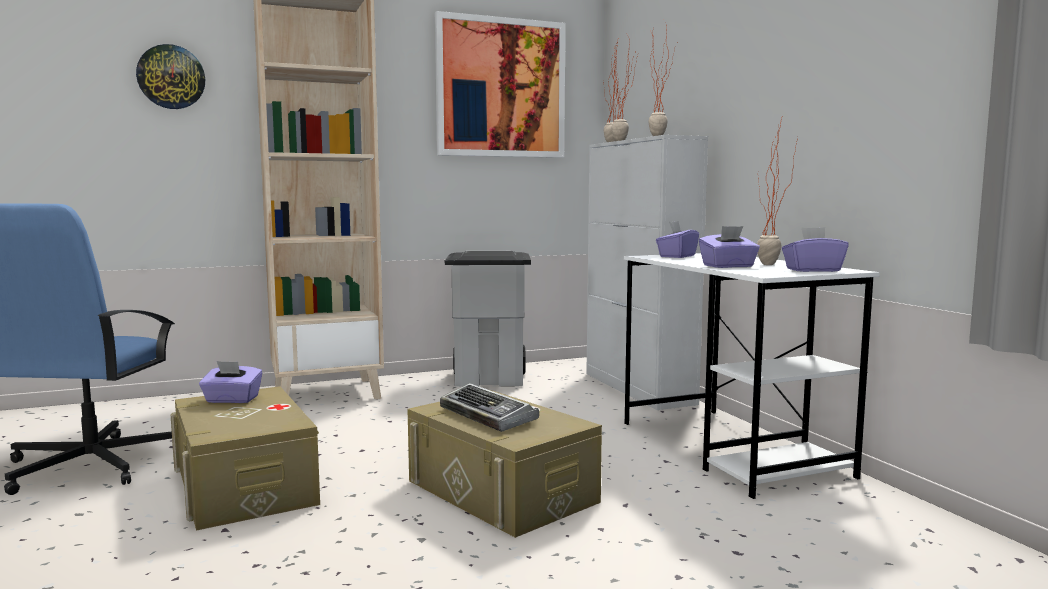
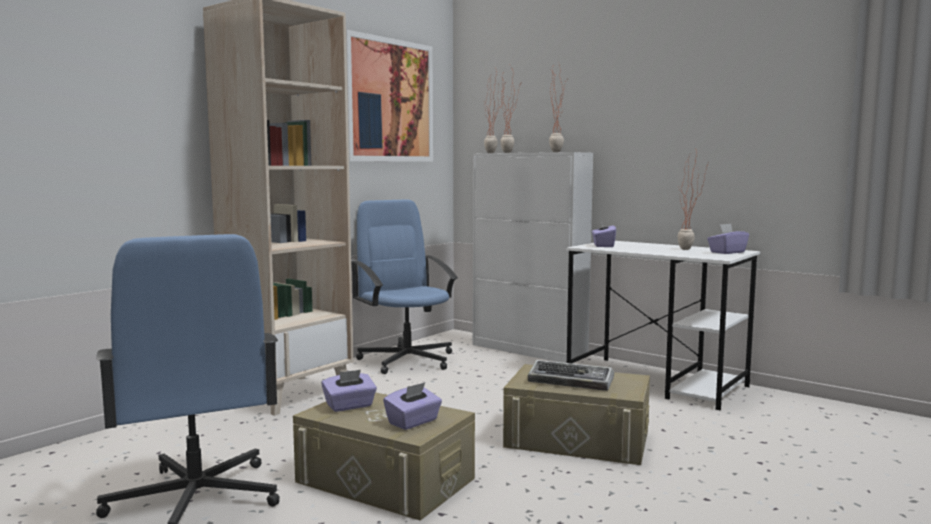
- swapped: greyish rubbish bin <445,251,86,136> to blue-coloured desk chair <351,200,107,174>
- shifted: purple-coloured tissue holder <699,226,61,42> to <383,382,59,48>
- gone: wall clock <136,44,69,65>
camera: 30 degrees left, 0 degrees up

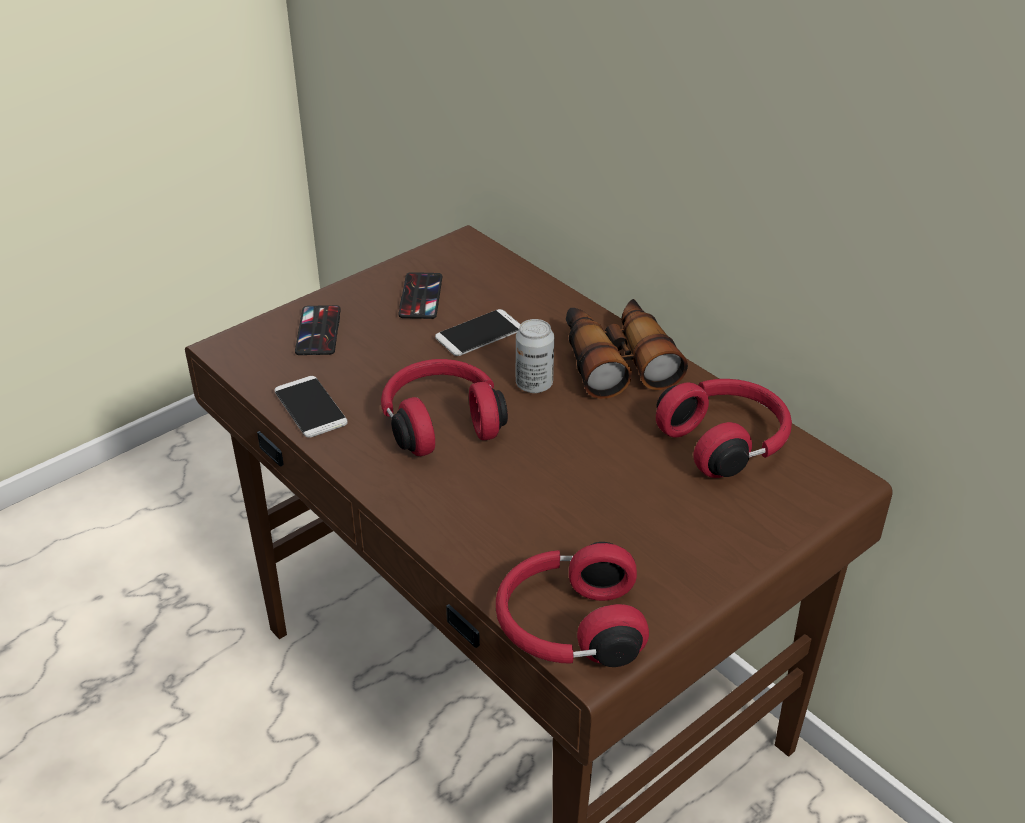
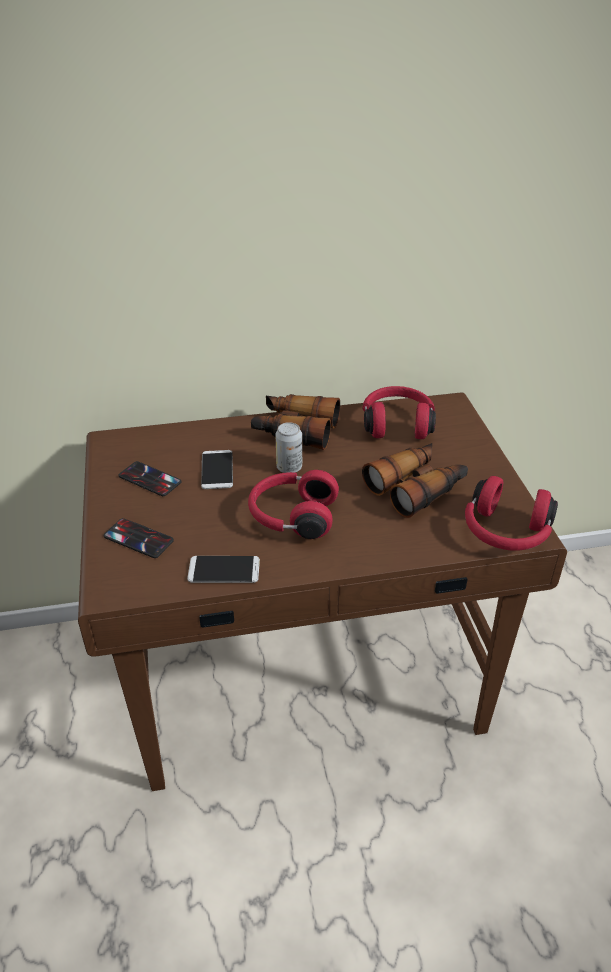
- new: field glasses <362,443,106,75>
camera: 60 degrees left, 0 degrees up

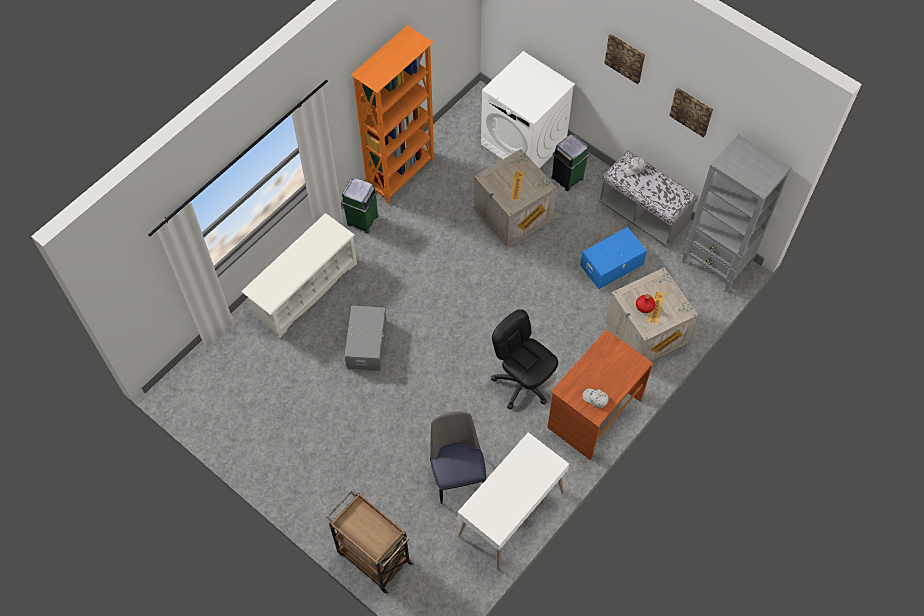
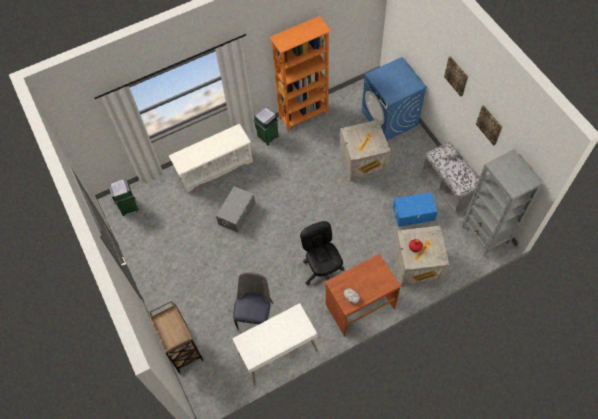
- shifted: greenish rubbish bin <551,134,39,57> to <108,179,31,37>
- repainted: whitish laundry appliance <481,51,94,117> to blue-coloured laundry appliance <362,57,65,84>
camera: 25 degrees right, 0 degrees up

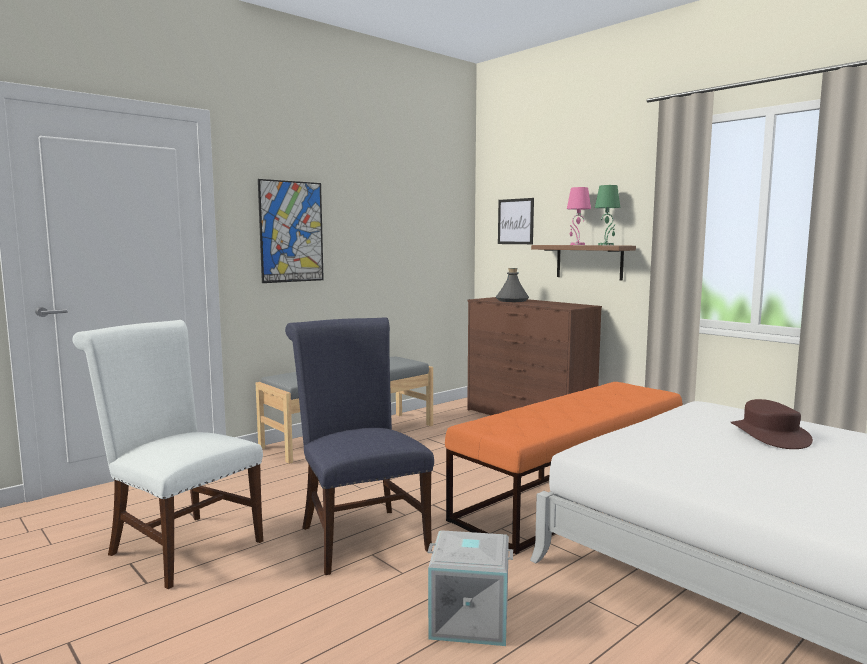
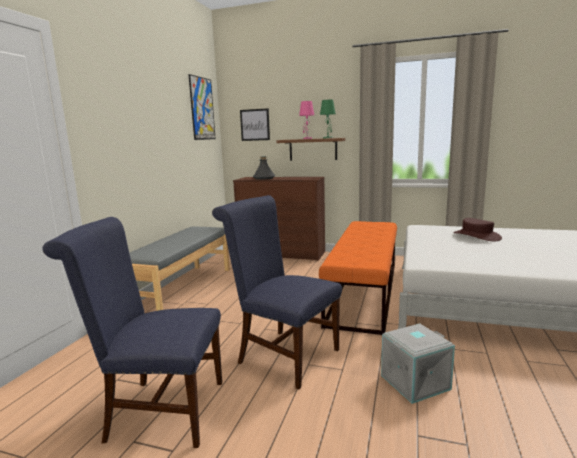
- repainted: whitish upright chair <72,320,191,269> to blue-coloured upright chair <42,217,180,231>
- shifted: wall art <258,179,66,104> to <188,74,28,66>
camera: 30 degrees left, 5 degrees up

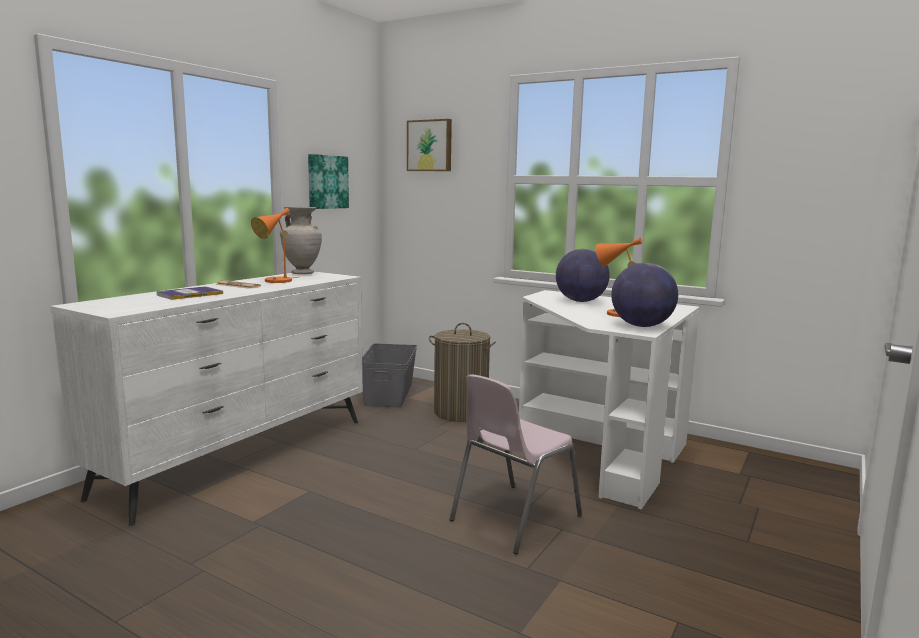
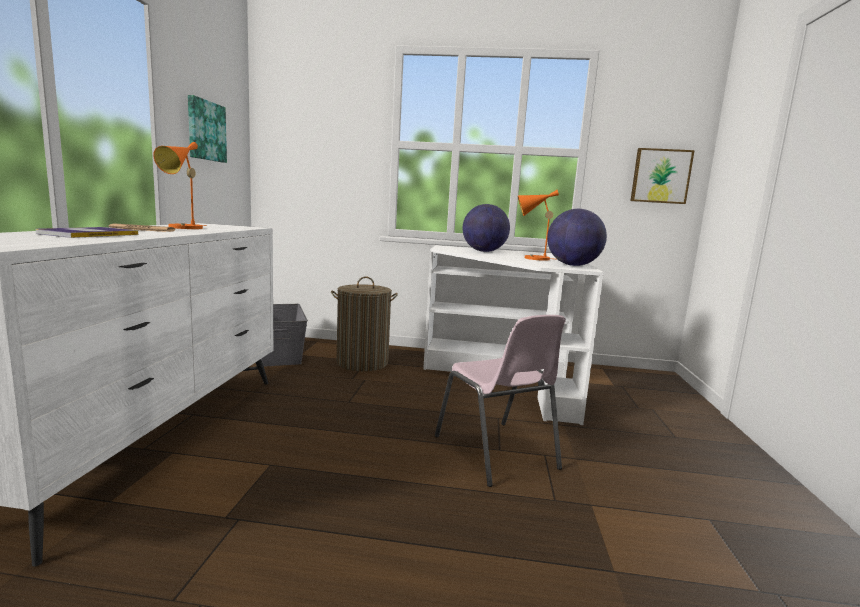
- rotated: pink upright chair <449,374,133,180> = <435,315,131,172> 45 degrees counterclockwise
- shifted: wall art <407,119,45,52> to <630,148,65,56>
- gone: beige flower vase <281,207,41,67>
camera: 25 degrees left, 0 degrees up

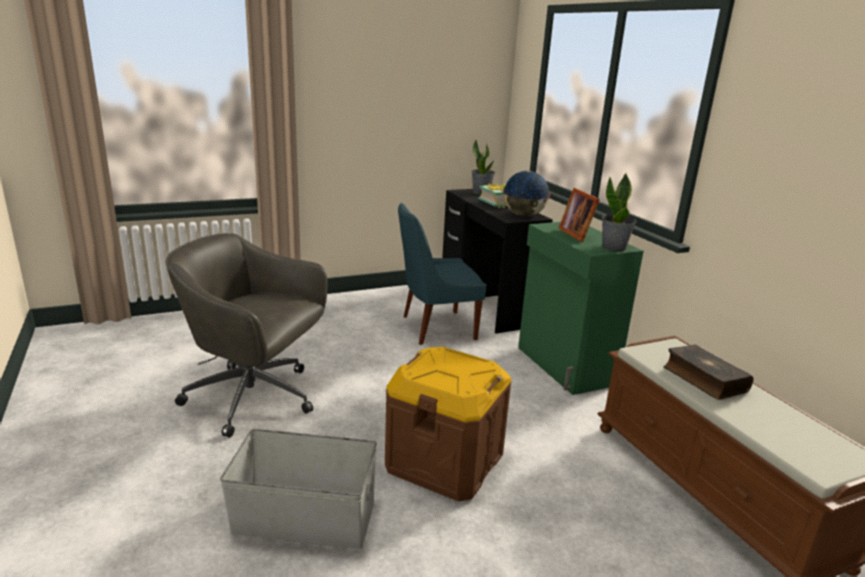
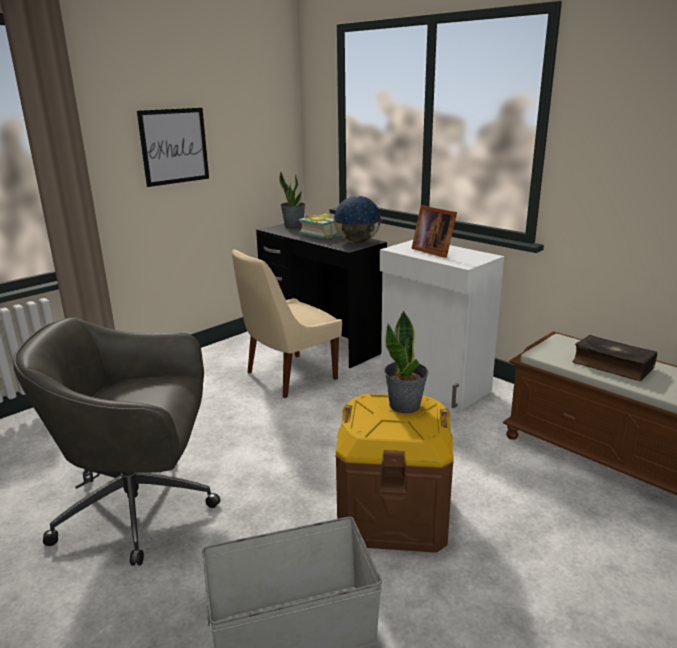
- new: wall art <137,108,72,79>
- repainted: blue-coloured upright chair <398,203,88,142> to beige upright chair <232,249,110,149>
- repainted: greenish cabinet <518,222,126,173> to whitish cabinet <380,240,124,171>
- shifted: plant in a pot <602,173,34,78> to <384,310,44,103>
camera: 20 degrees left, 0 degrees up

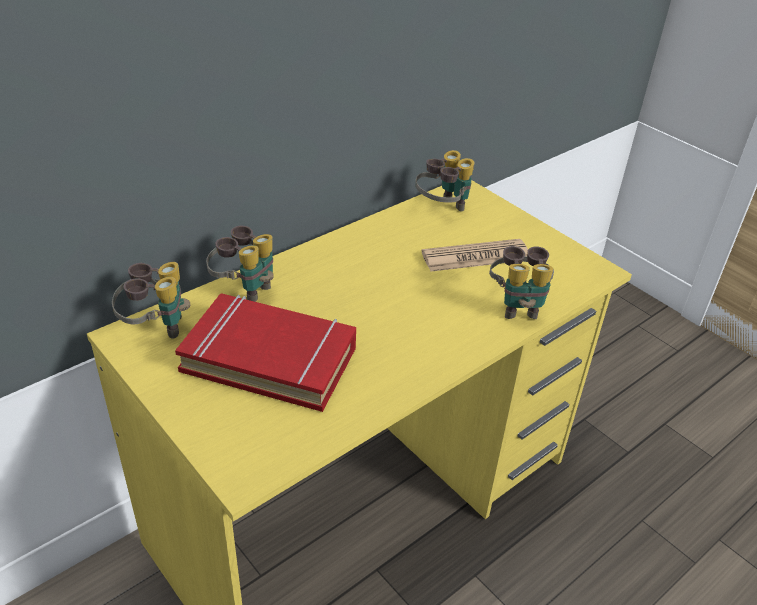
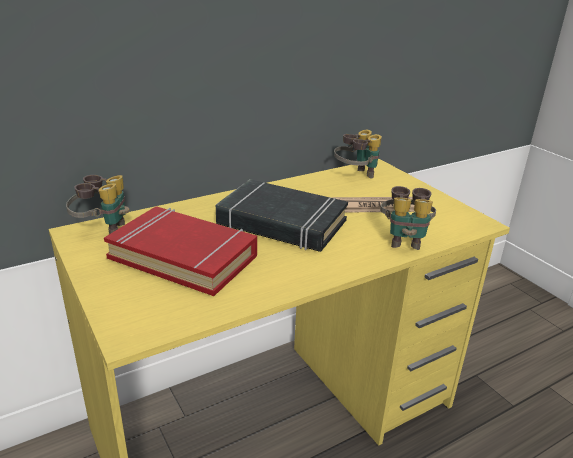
- new: black volume <216,179,132,73>
- gone: field glasses <206,226,68,76>
camera: 10 degrees right, 10 degrees down

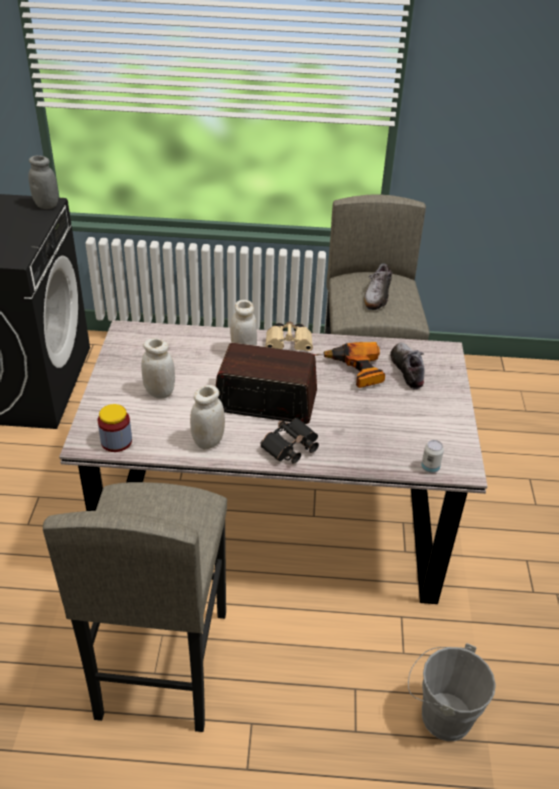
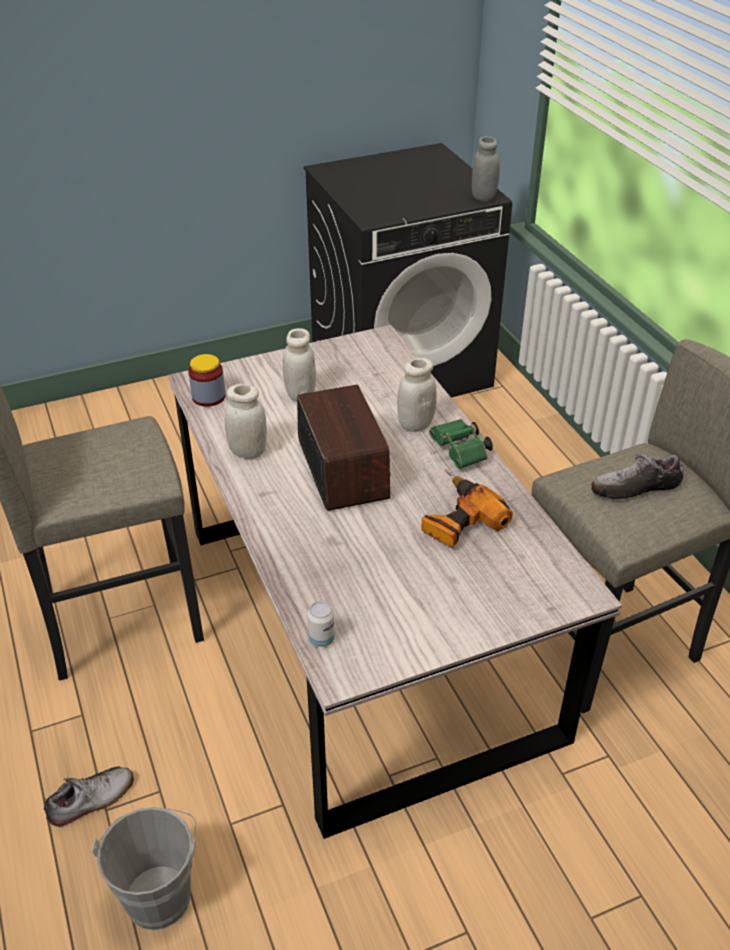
- shifted: item of footwear <390,342,35,48> to <44,766,90,62>
- repainted: beige field glasses <265,321,48,30> to greenish field glasses <429,419,64,50>
- gone: black field glasses <260,418,59,46>
camera: 65 degrees right, 0 degrees up

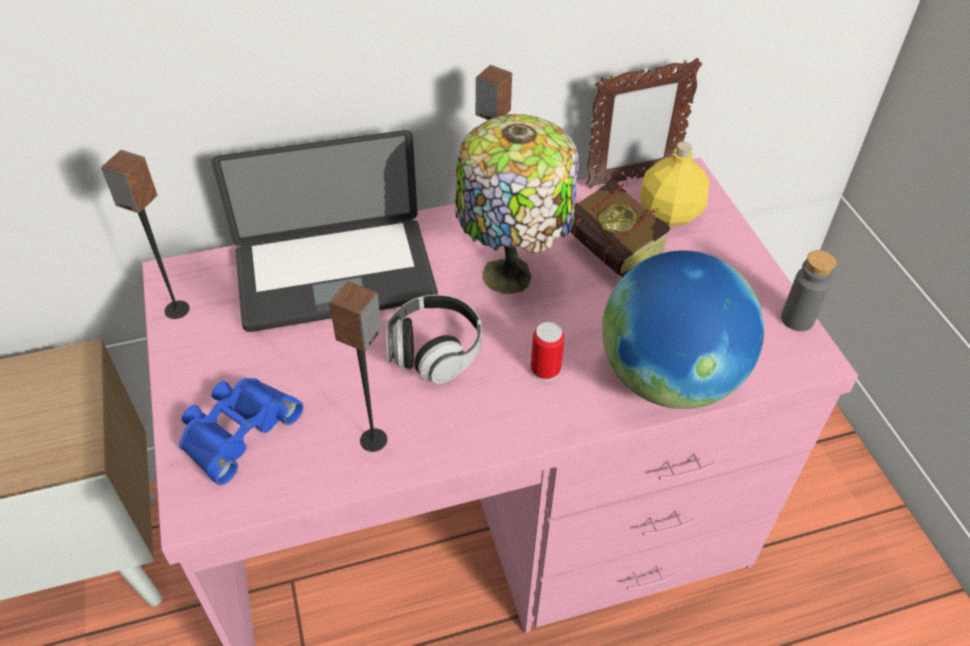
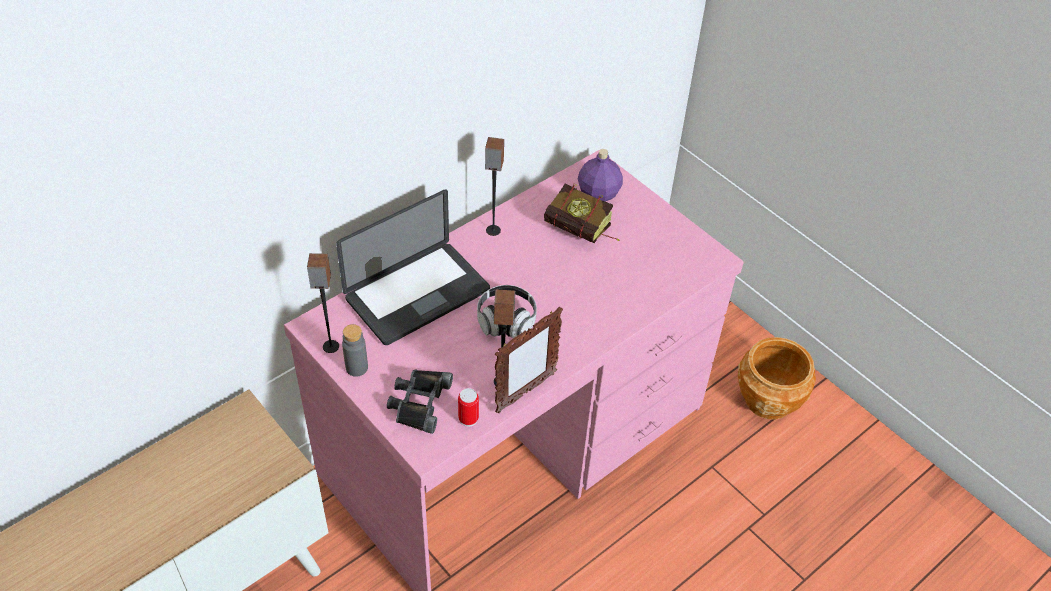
- shifted: greyish drink bottle <781,250,55,81> to <342,324,26,53>
- repainted: blue-coloured field glasses <179,378,124,107> to black field glasses <387,369,66,65>
- shifted: metal can <531,322,33,59> to <458,388,21,39>
- shifted: picture frame <586,58,116,131> to <495,307,68,106>
- repainted: yellowish drink bottle <640,142,69,84> to purple-coloured drink bottle <578,149,45,52>
- new: brown-coloured flower pot <738,337,78,83>
- gone: tabletop lamp <455,114,124,180>
- gone: desk globe <602,251,162,158>
camera: 25 degrees left, 0 degrees up

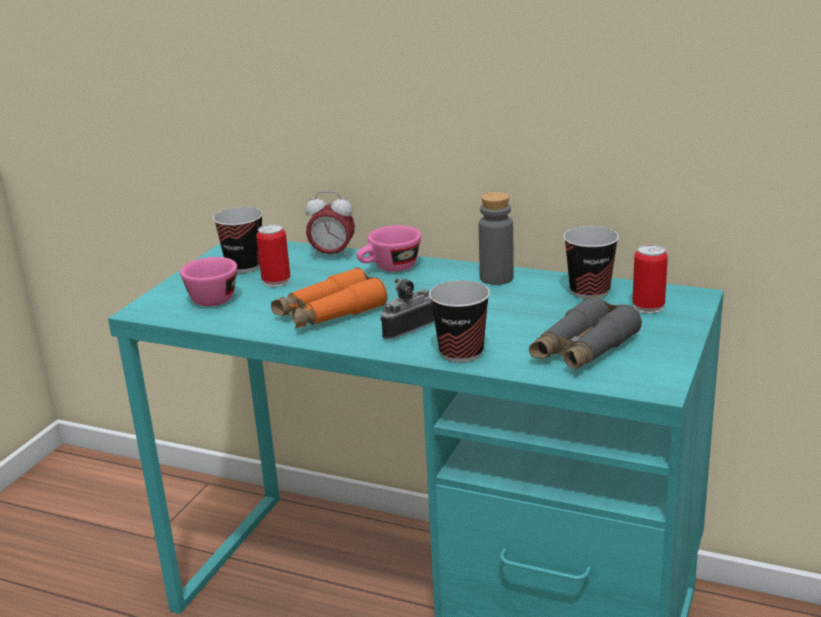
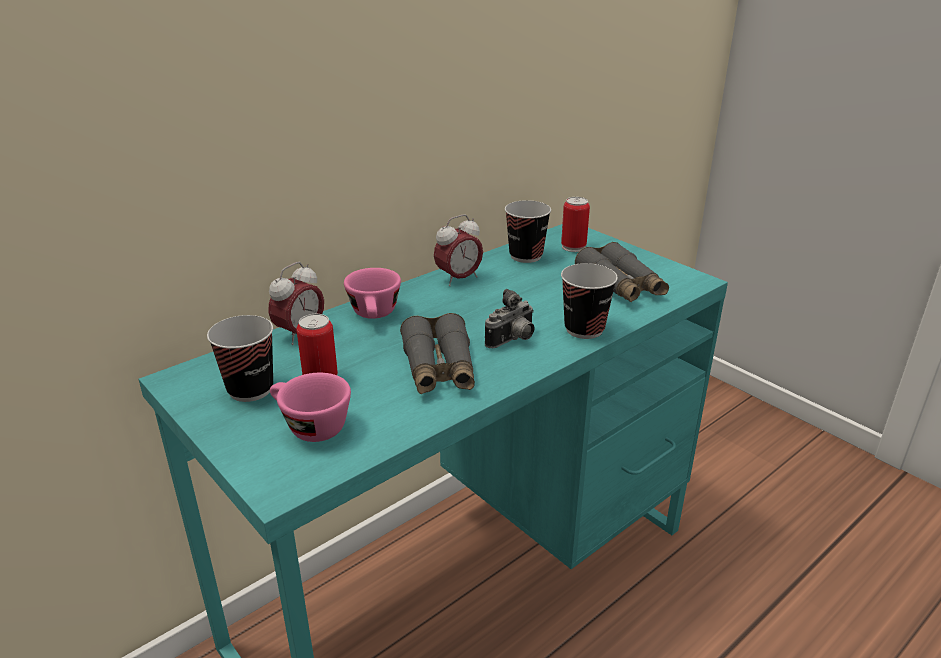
- repainted: orangey field glasses <271,267,116,61> to greyish field glasses <400,313,75,81>
- swapped: greyish drink bottle <479,192,35,93> to bedside clock <434,214,49,72>
- rotated: still camera <380,279,54,61> = <485,289,50,59> 120 degrees counterclockwise
camera: 65 degrees left, 5 degrees up

